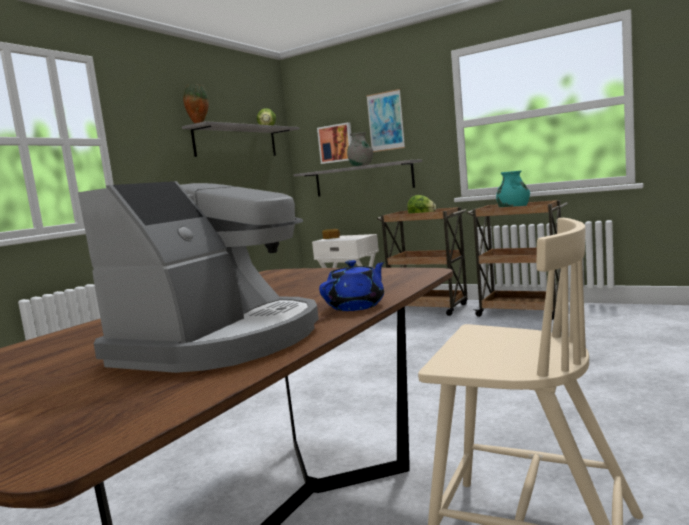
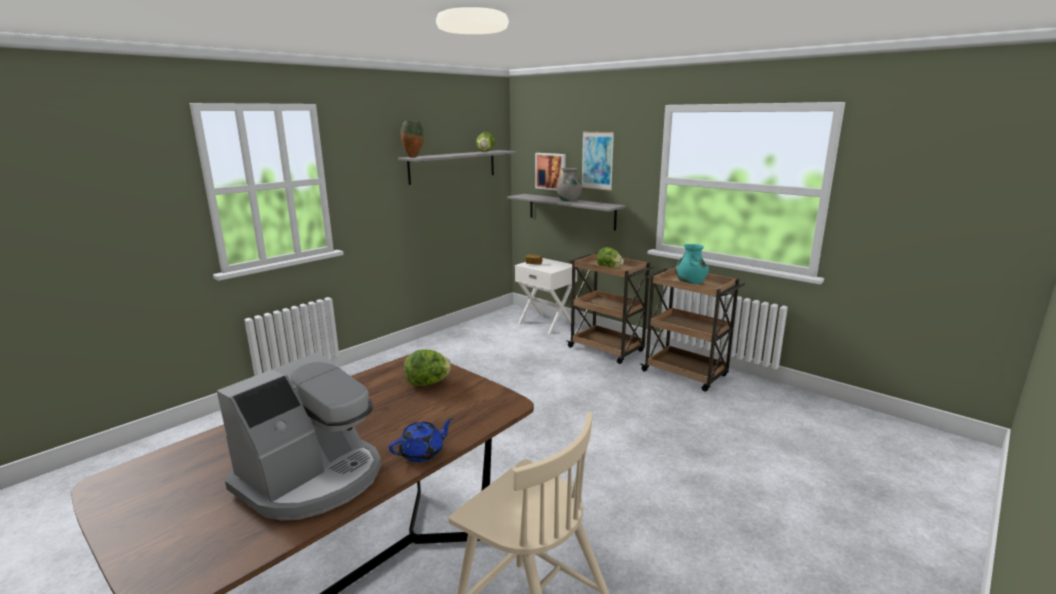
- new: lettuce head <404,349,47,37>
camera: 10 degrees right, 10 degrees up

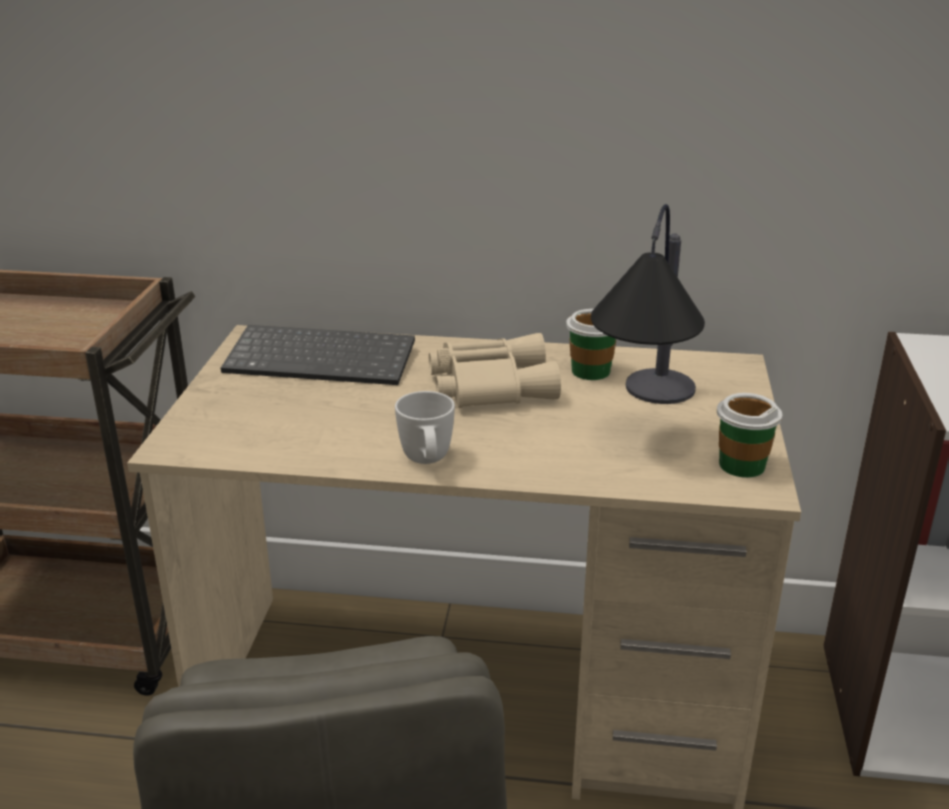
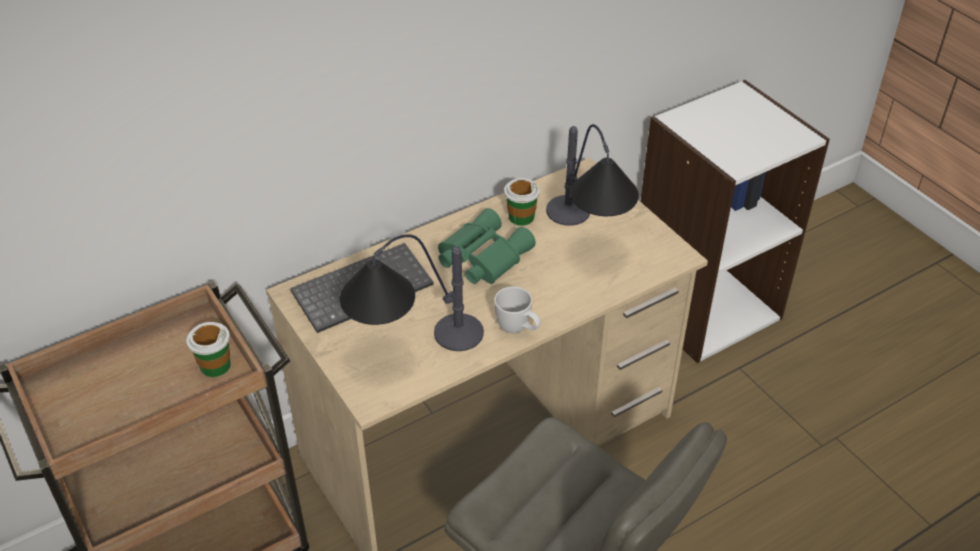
- shifted: drinking cup <717,393,65,85> to <186,322,45,55>
- new: tabletop lamp <340,234,144,117>
- repainted: beige field glasses <429,333,132,75> to greenish field glasses <438,208,98,76>
camera: 40 degrees left, 15 degrees up

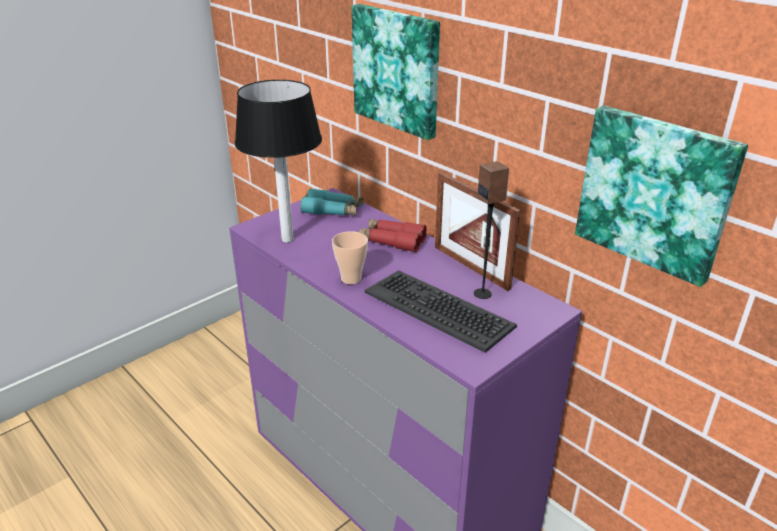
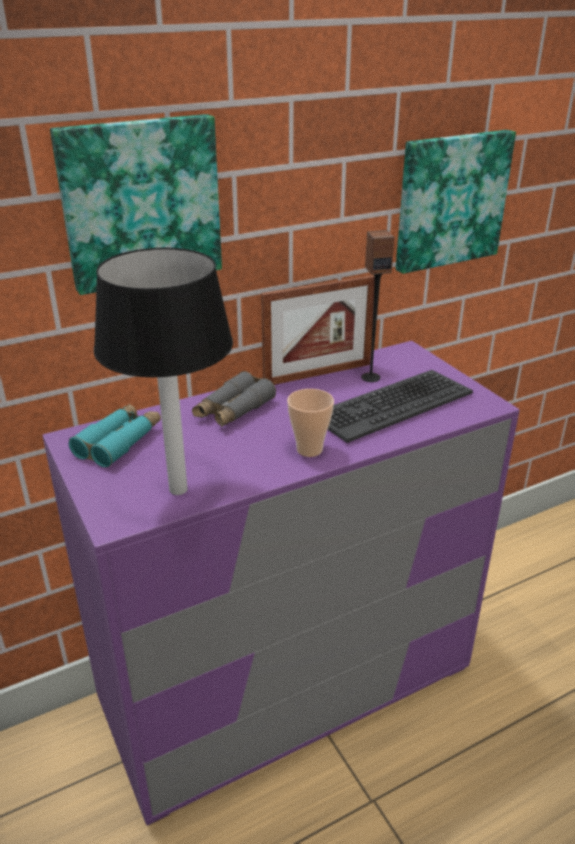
- repainted: red field glasses <358,219,69,33> to greyish field glasses <192,371,84,56>
camera: 75 degrees left, 0 degrees up

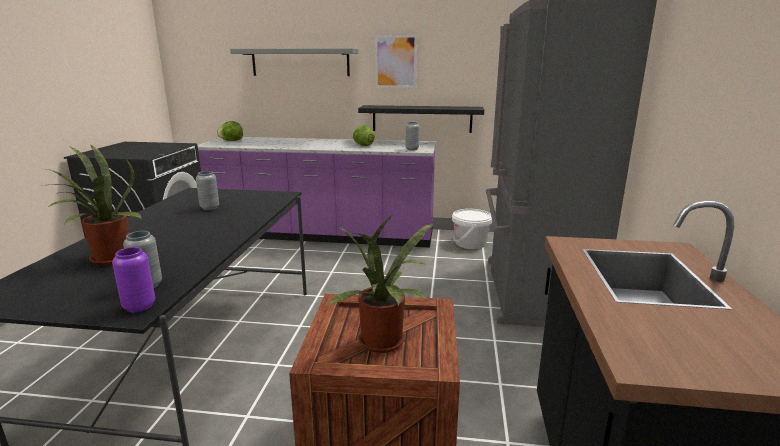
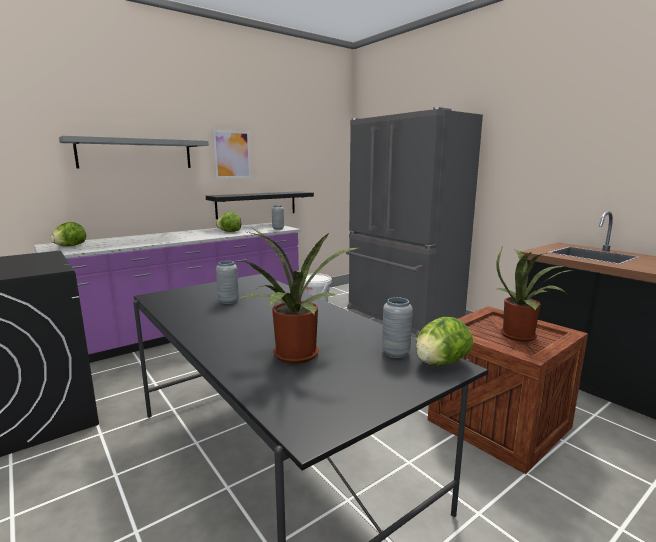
- swapped: purple-coloured flower vase <112,247,43,66> to lettuce head <416,317,57,49>
camera: 45 degrees left, 5 degrees down

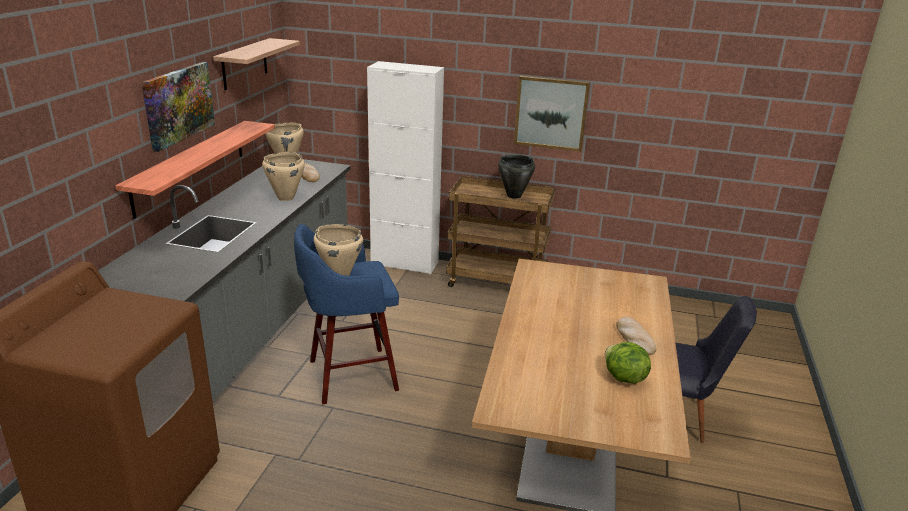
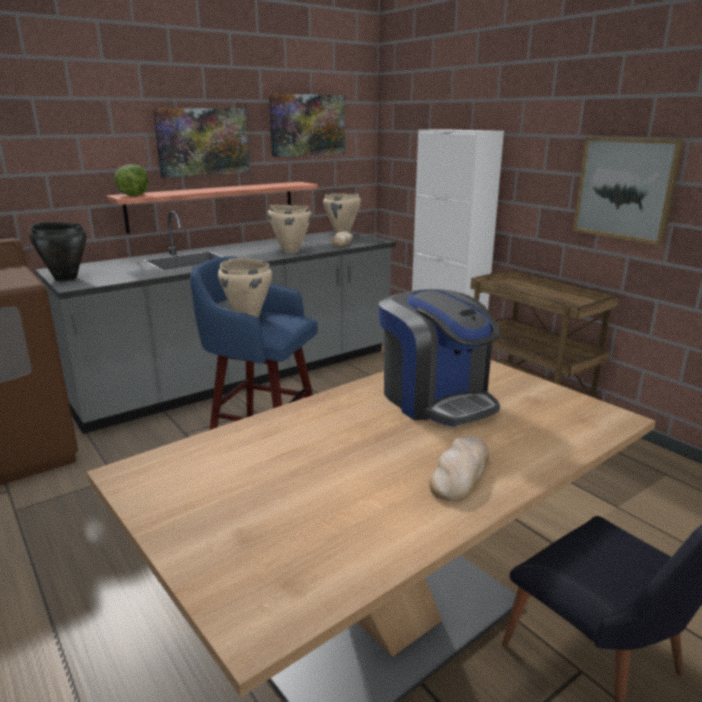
- shifted: black saucepot <498,155,37,44> to <29,222,58,59>
- shifted: lettuce head <605,342,46,42> to <114,164,34,32>
- swapped: bracket shelf <213,38,87,52> to wall art <269,93,76,64>
- new: coffee brewer <379,289,121,138>
camera: 40 degrees right, 5 degrees down

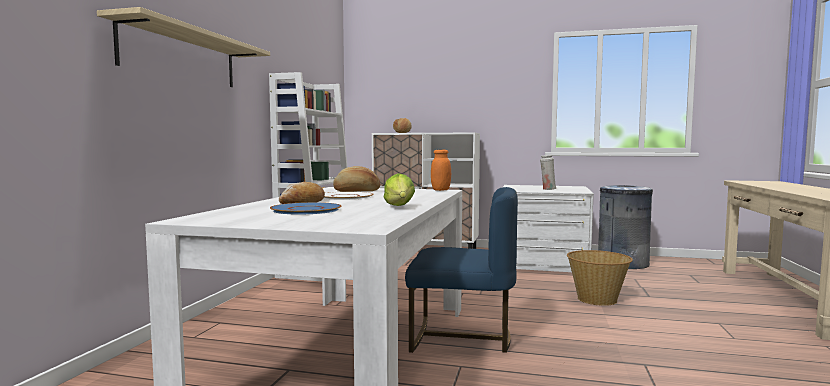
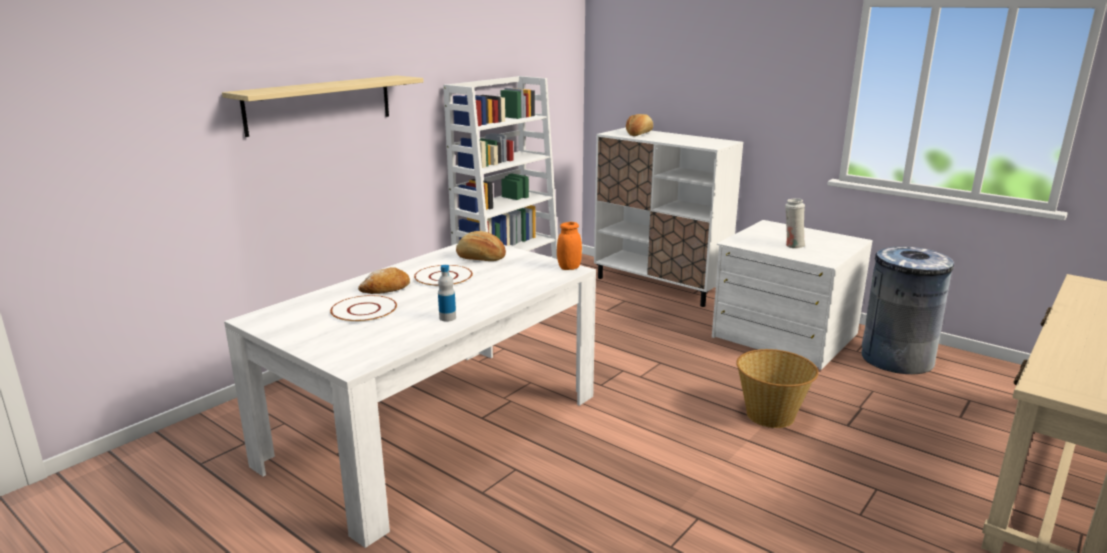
- repainted: blue-coloured plate <270,202,71,12> to whitish plate <330,295,67,28>
- swapped: lettuce head <384,173,31,33> to drink bottle <438,265,18,56>
- gone: blue-coloured upright chair <405,187,113,166>
camera: 25 degrees right, 15 degrees up

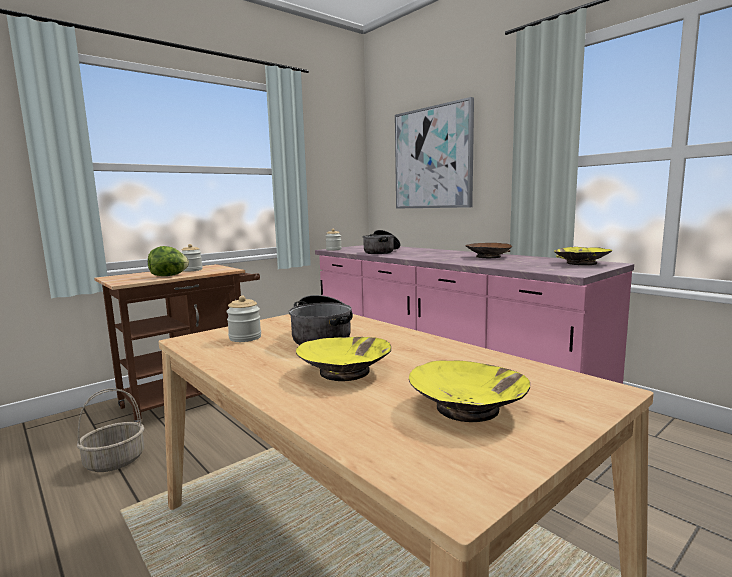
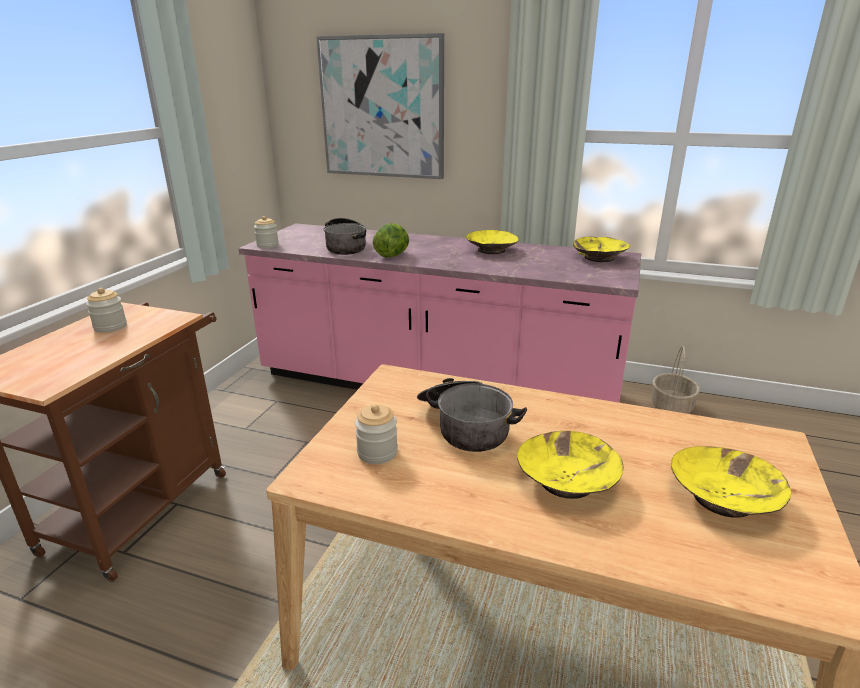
- shifted: lettuce head <148,246,41,30> to <373,223,36,34>
- repainted: brown-coloured bowl <466,243,46,15> to yellowish bowl <466,230,53,24>
- shifted: basket <77,388,67,84> to <651,346,49,68>
camera: 30 degrees left, 15 degrees up

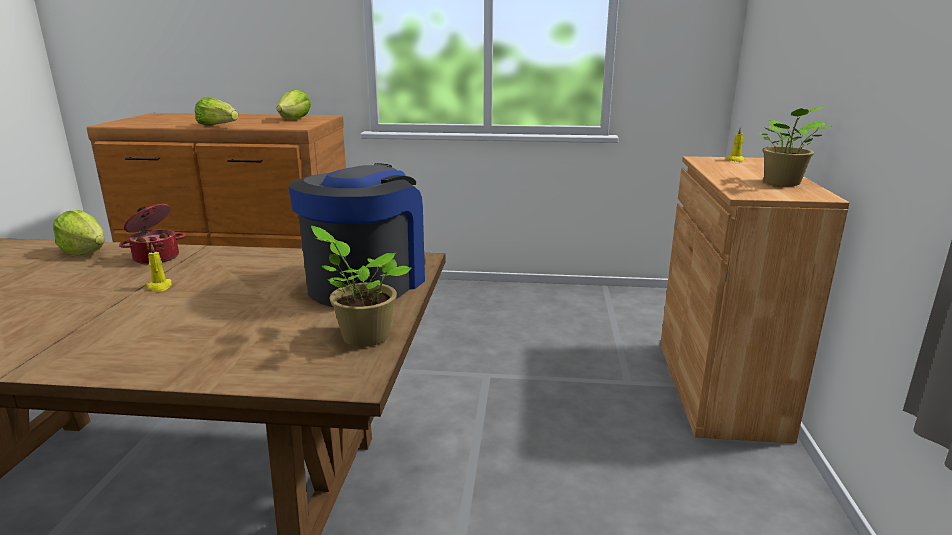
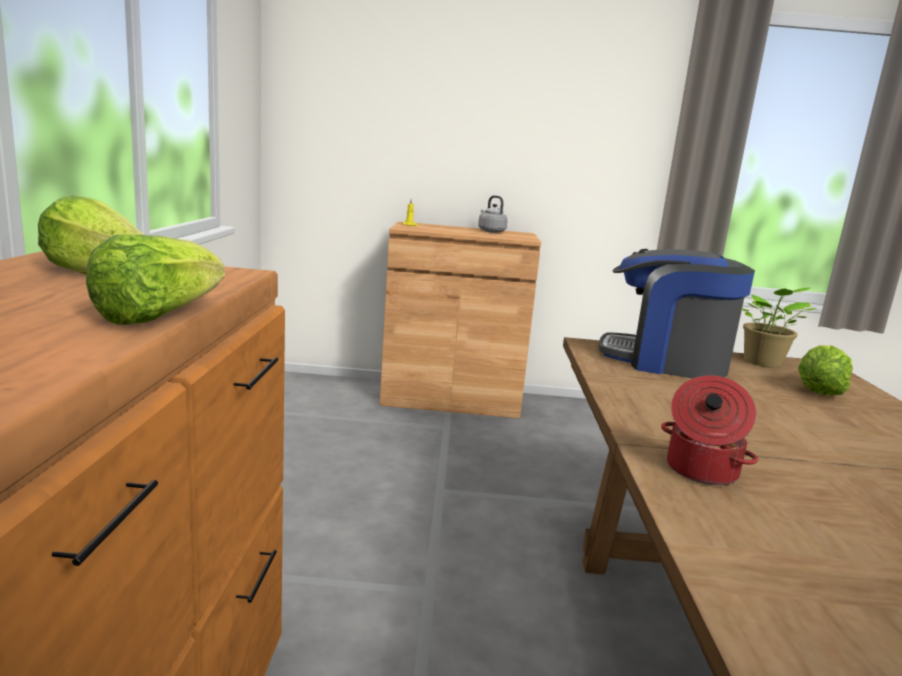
- swapped: plant in a pot <757,106,74,80> to greyish kettle <478,195,30,38>
- shifted: lettuce head <53,210,52,46> to <798,345,55,50>
- gone: yellowish wax light <146,243,26,49>
camera: 95 degrees left, 5 degrees down

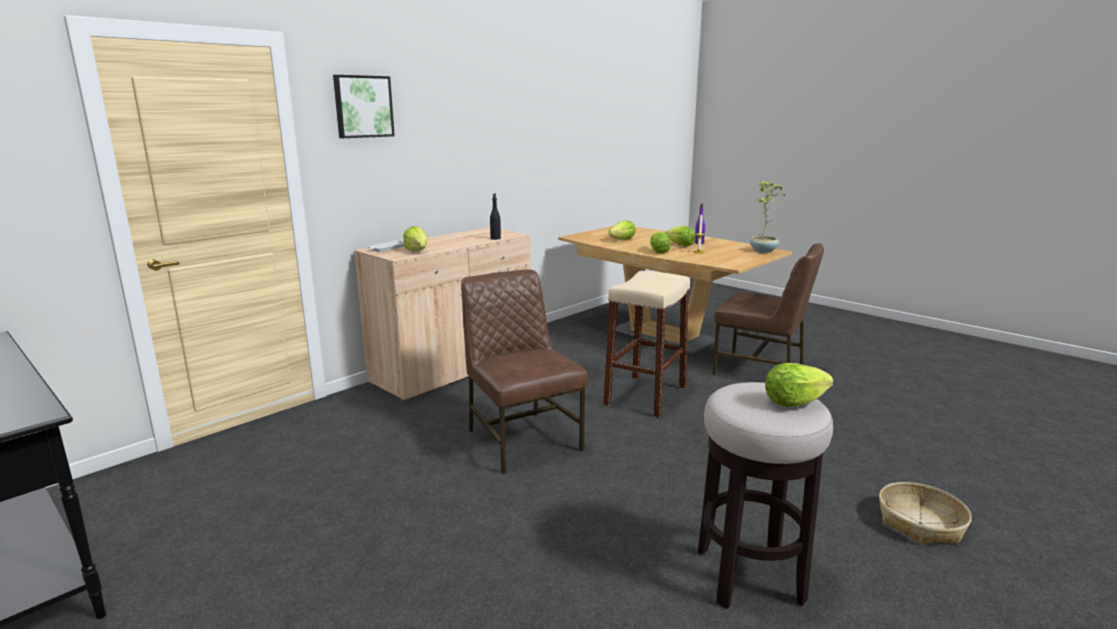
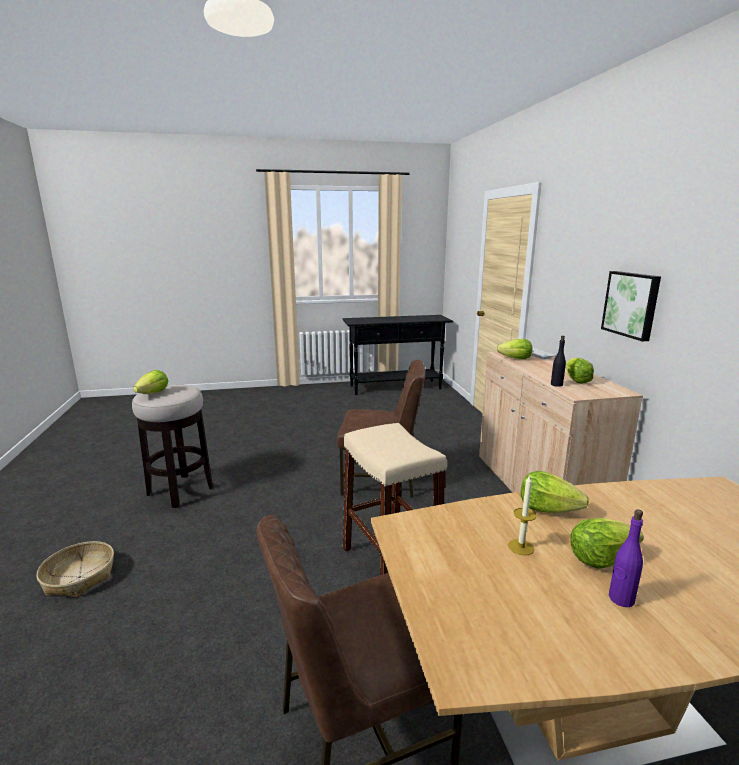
- shifted: lettuce head <608,220,28,20> to <566,358,28,26>
- shifted: wall art <333,75,62,63> to <601,271,60,70>
- gone: plant in a pot <750,181,35,72>
camera: 125 degrees right, 0 degrees up

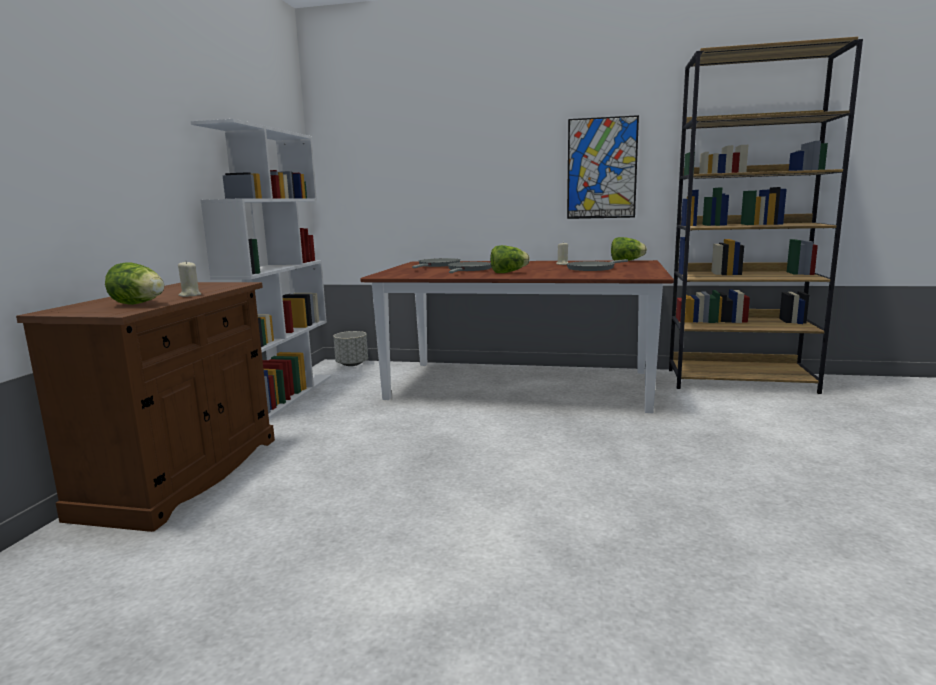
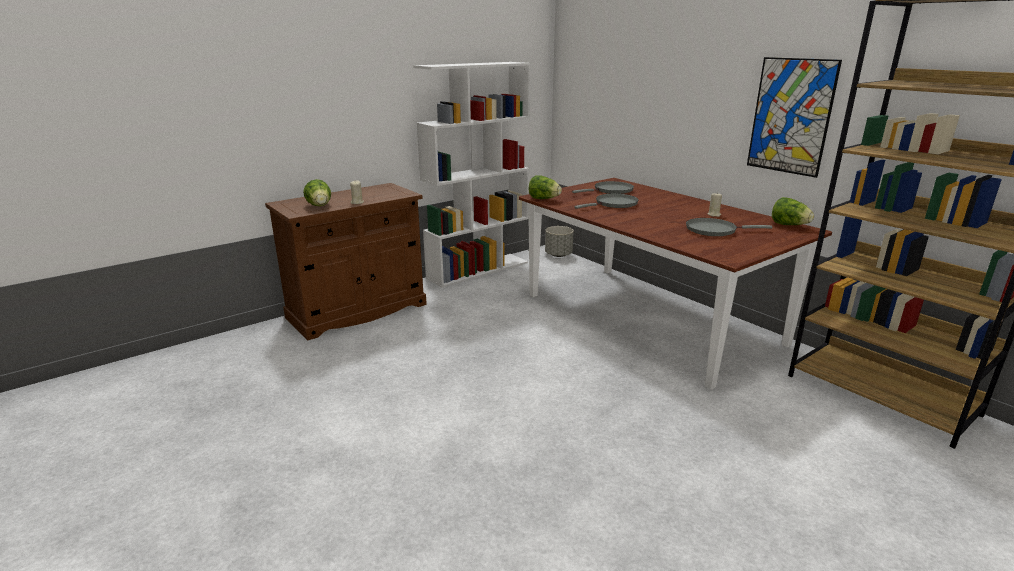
- shifted: lettuce head <490,245,40,28> to <529,175,33,24>
camera: 40 degrees right, 10 degrees up

